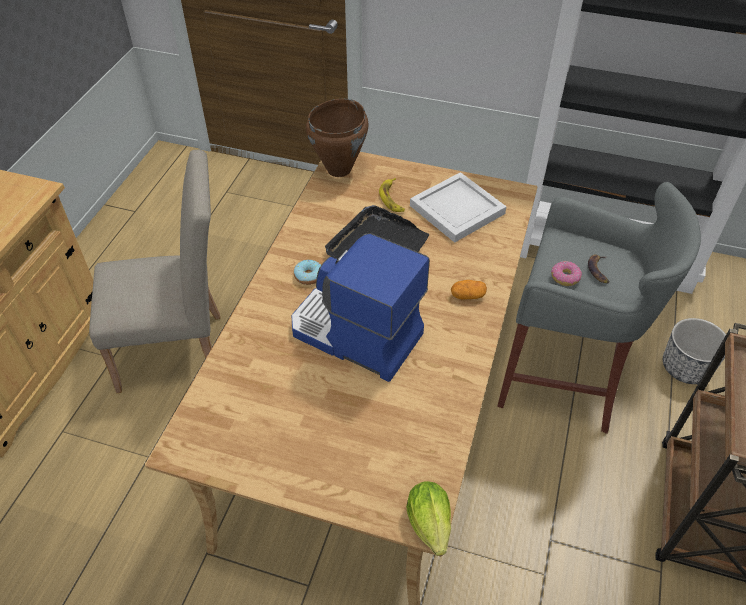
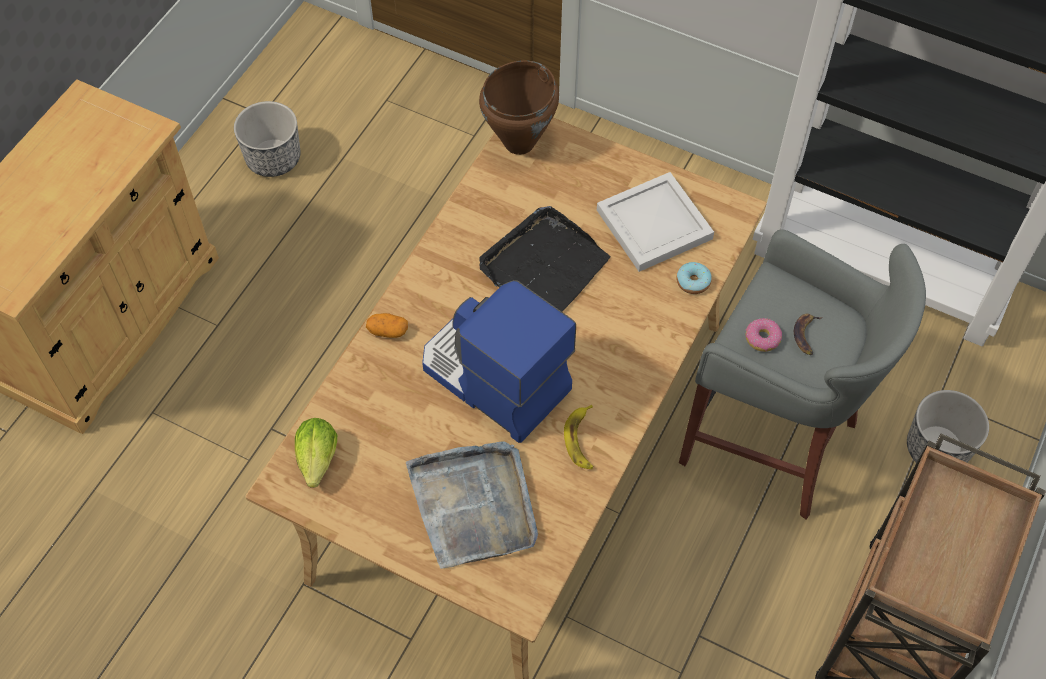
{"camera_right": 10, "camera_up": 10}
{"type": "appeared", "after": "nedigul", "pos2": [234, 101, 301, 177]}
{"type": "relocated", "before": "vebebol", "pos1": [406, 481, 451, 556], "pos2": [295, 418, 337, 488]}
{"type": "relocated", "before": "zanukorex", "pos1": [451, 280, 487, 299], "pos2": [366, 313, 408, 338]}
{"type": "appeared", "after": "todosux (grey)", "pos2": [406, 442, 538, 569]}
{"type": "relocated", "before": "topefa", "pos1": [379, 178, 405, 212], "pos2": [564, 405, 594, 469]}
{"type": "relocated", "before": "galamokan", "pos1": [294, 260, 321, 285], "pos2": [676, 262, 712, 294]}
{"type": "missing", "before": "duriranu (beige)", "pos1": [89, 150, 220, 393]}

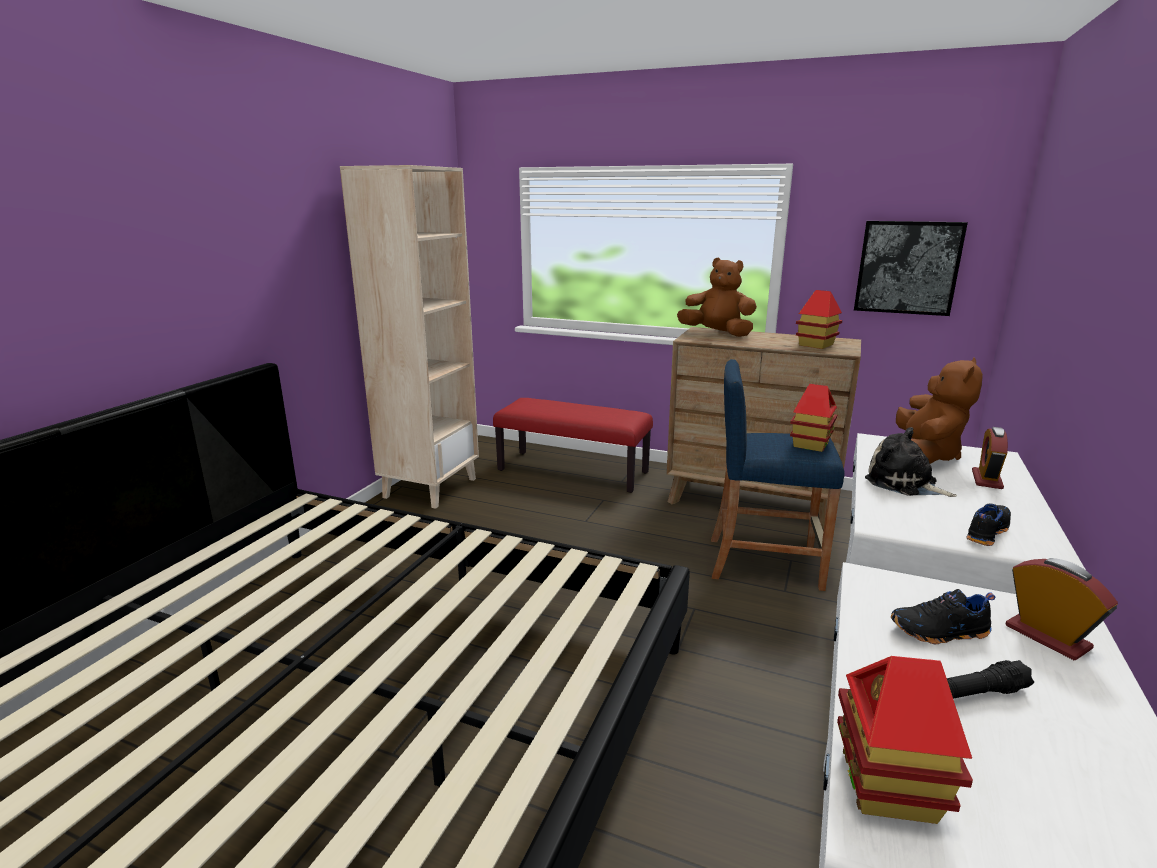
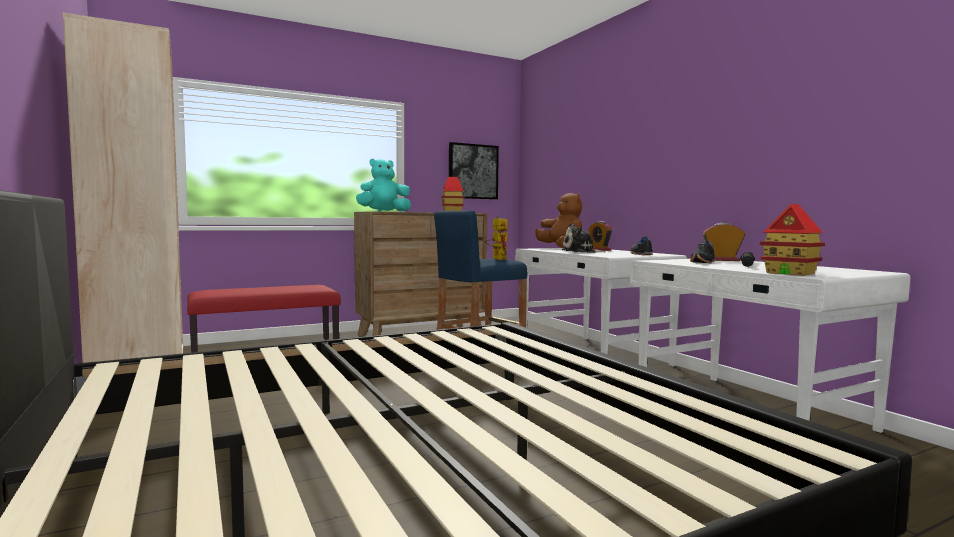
{"camera_right": -50, "camera_up": -15}
{"type": "colour", "before": "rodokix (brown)", "after": "rodokix (turquoise)", "pos1": [677, 258, 757, 337], "pos2": [356, 159, 411, 212]}
{"type": "exchanged", "before": "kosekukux", "after": "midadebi", "pos1": [790, 384, 837, 452], "pos2": [485, 216, 508, 260]}

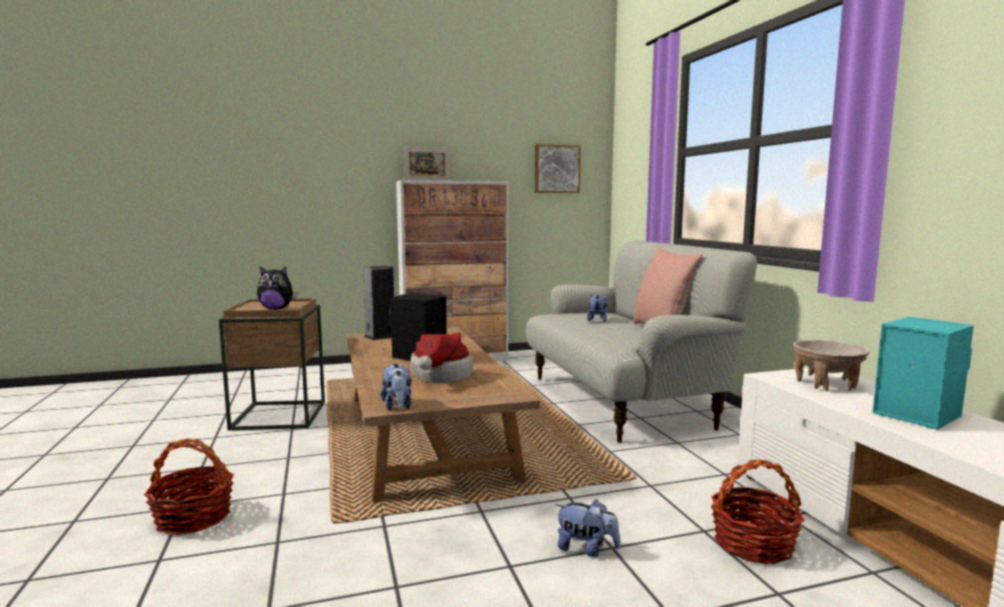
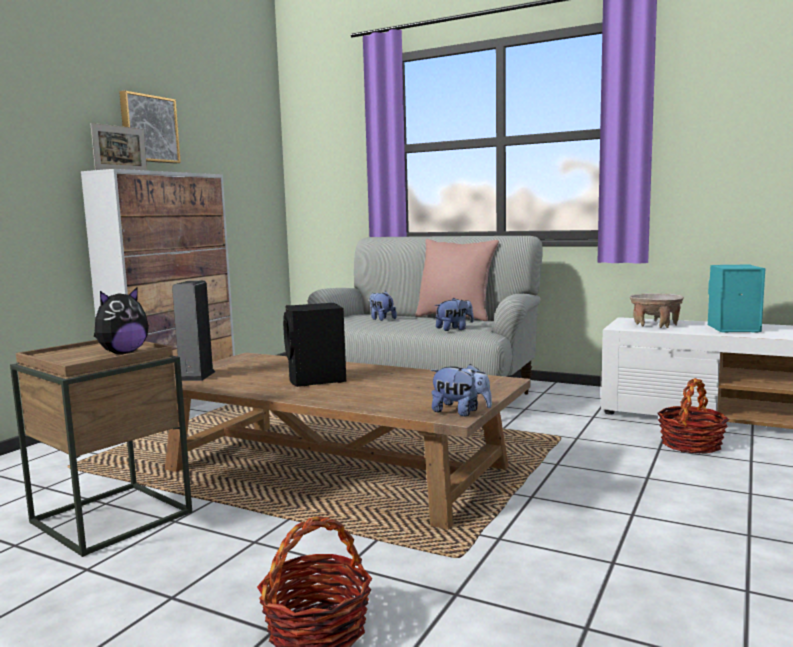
{"camera_right": -45, "camera_up": 0}
{"type": "relocated", "before": "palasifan", "pos1": [535, 144, 581, 193], "pos2": [119, 91, 181, 163]}
{"type": "relocated", "before": "rodokix", "pos1": [556, 499, 620, 557], "pos2": [435, 298, 474, 331]}
{"type": "missing", "before": "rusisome", "pos1": [411, 333, 473, 383]}

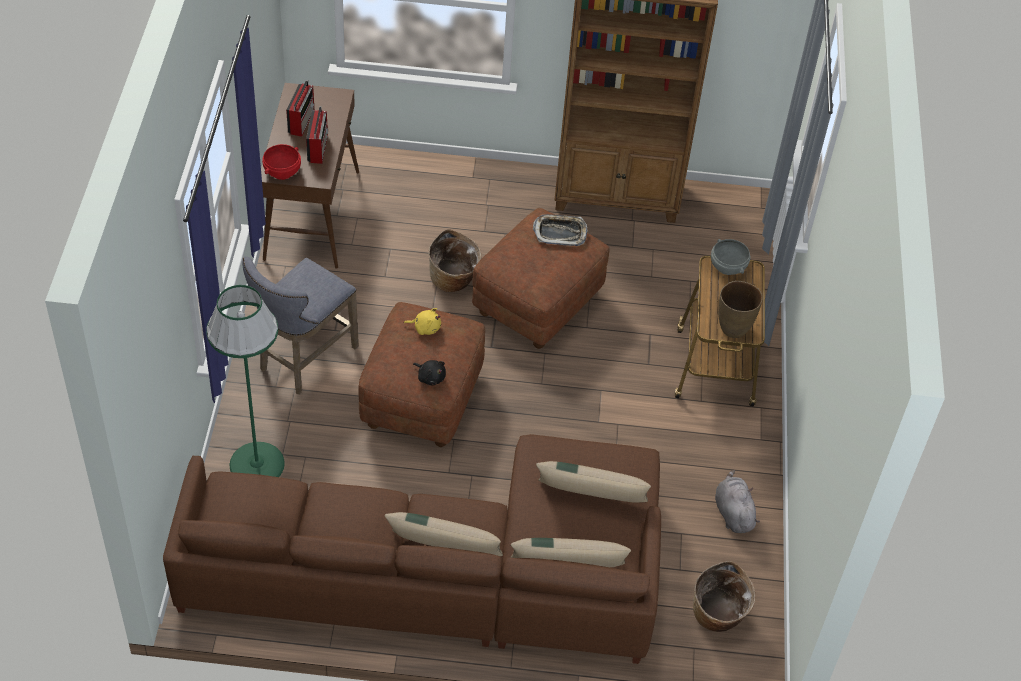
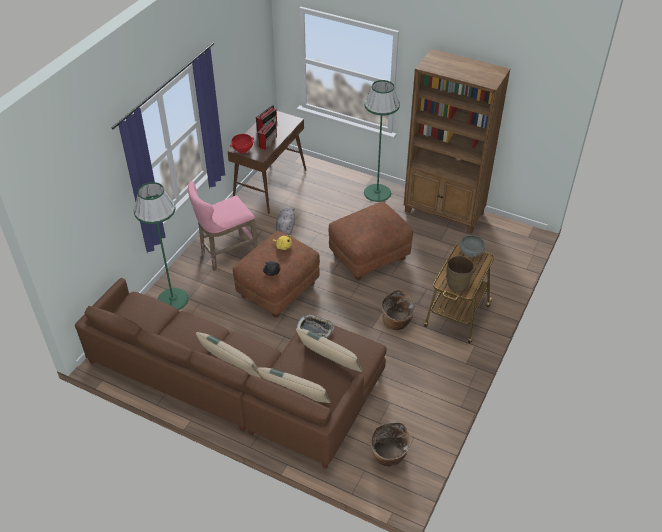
{"camera_right": 25, "camera_up": -5}
{"type": "colour", "before": "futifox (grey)", "after": "futifox (pink)", "pos1": [242, 256, 359, 395], "pos2": [188, 181, 258, 271]}
{"type": "relocated", "before": "rodokix (grey)", "pos1": [715, 470, 760, 533], "pos2": [276, 208, 295, 235]}
{"type": "relocated", "before": "todosux", "pos1": [533, 214, 588, 246], "pos2": [297, 314, 334, 339]}
{"type": "appeared", "after": "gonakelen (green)", "pos2": [364, 80, 400, 202]}
{"type": "relocated", "before": "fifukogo", "pos1": [428, 229, 481, 292], "pos2": [382, 289, 416, 330]}

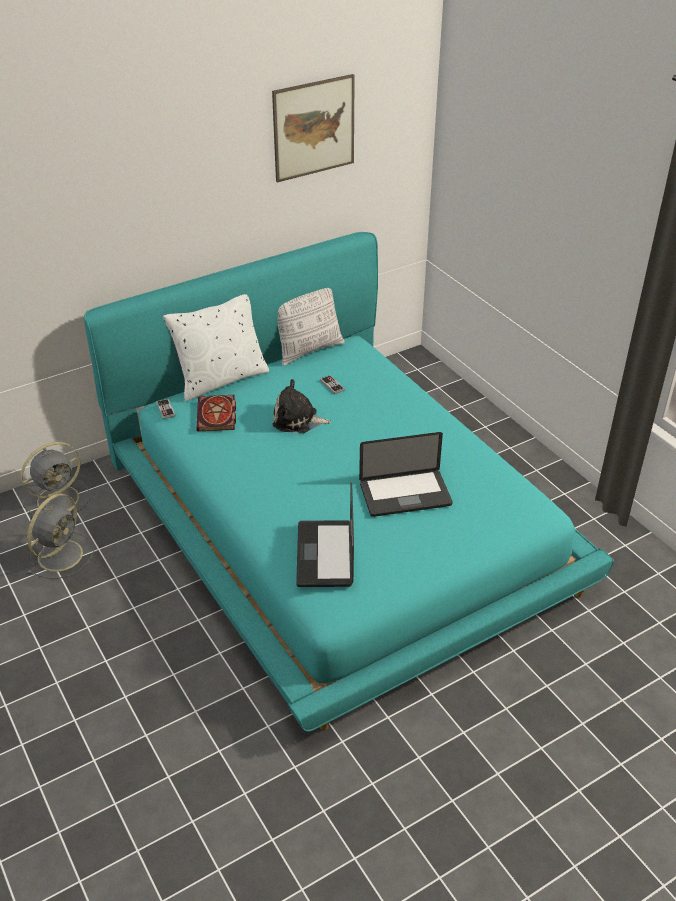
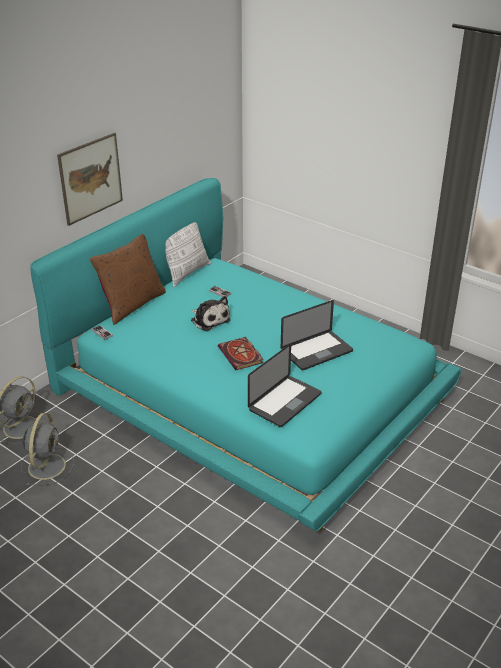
{"camera_right": -20, "camera_up": -5}
{"type": "relocated", "before": "palasifan", "pos1": [272, 74, 355, 183], "pos2": [57, 133, 123, 226]}
{"type": "colour", "before": "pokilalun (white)", "after": "pokilalun (brown)", "pos1": [163, 294, 269, 402], "pos2": [90, 234, 166, 325]}
{"type": "spun", "before": "rodokix", "pos1": [273, 379, 332, 433], "pos2": [191, 296, 231, 332], "turn": -120}
{"type": "relocated", "before": "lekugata", "pos1": [197, 395, 236, 431], "pos2": [218, 337, 264, 370]}
{"type": "spun", "before": "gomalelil", "pos1": [296, 483, 354, 587], "pos2": [248, 344, 321, 427], "turn": -120}

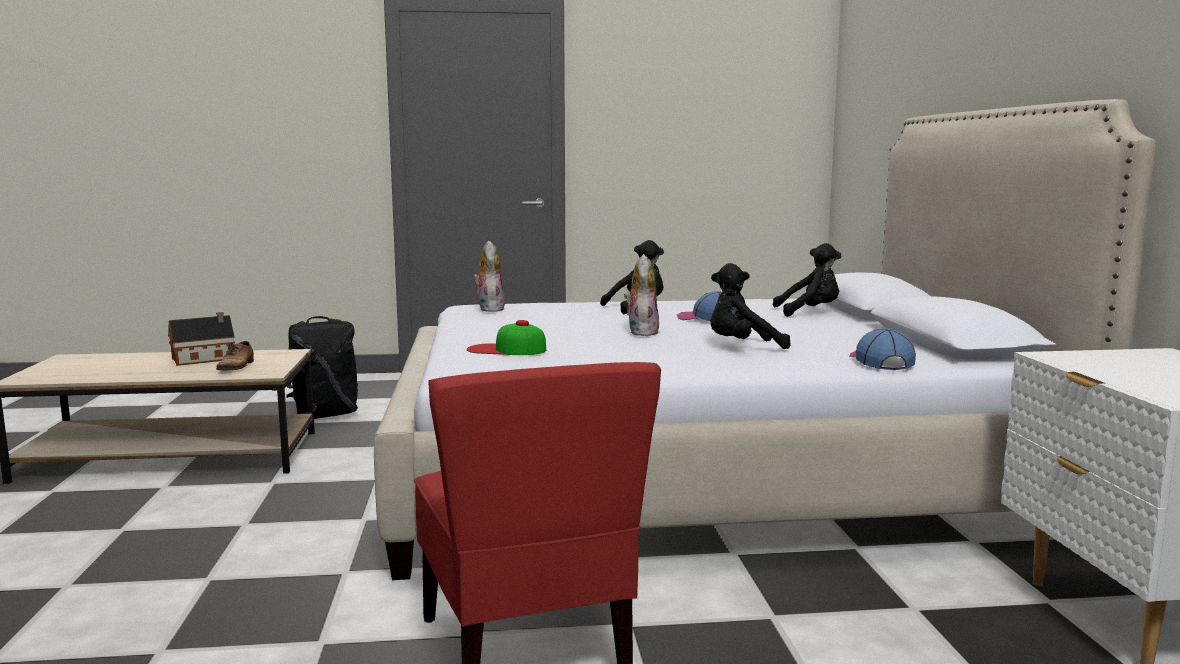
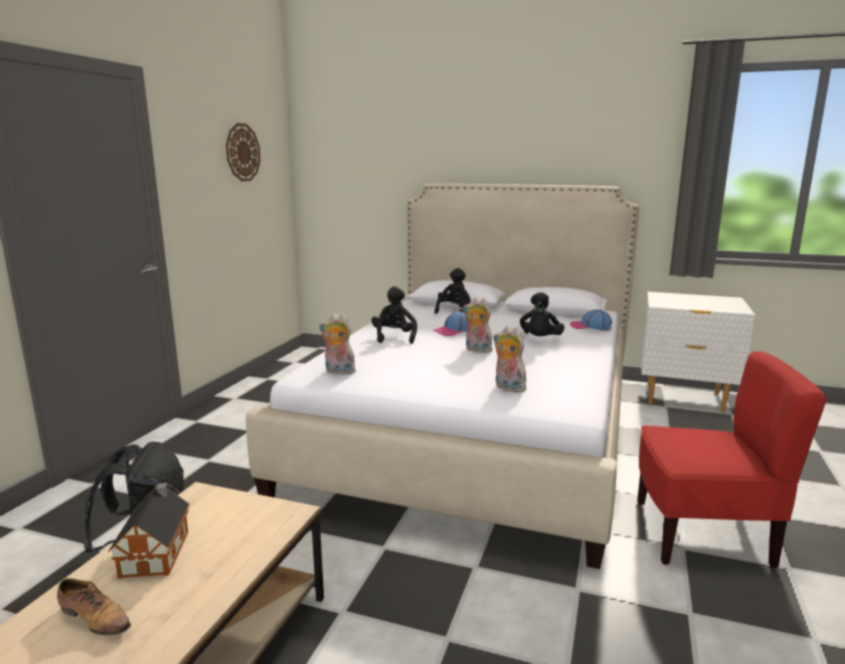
{"camera_right": -65, "camera_up": 5}
{"type": "relocated", "before": "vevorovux", "pos1": [216, 341, 254, 370], "pos2": [57, 578, 131, 636]}
{"type": "appeared", "after": "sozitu", "pos2": [226, 123, 261, 181]}
{"type": "exchanged", "before": "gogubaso", "after": "rodokix", "pos1": [467, 320, 546, 355], "pos2": [493, 325, 528, 392]}

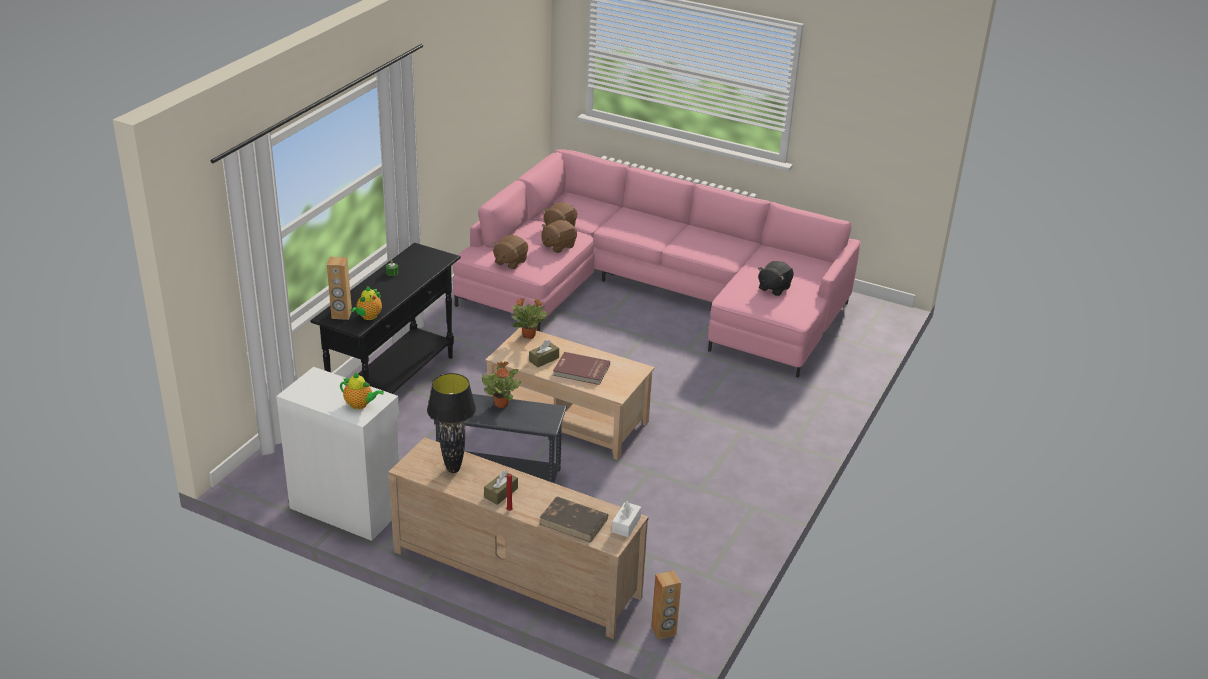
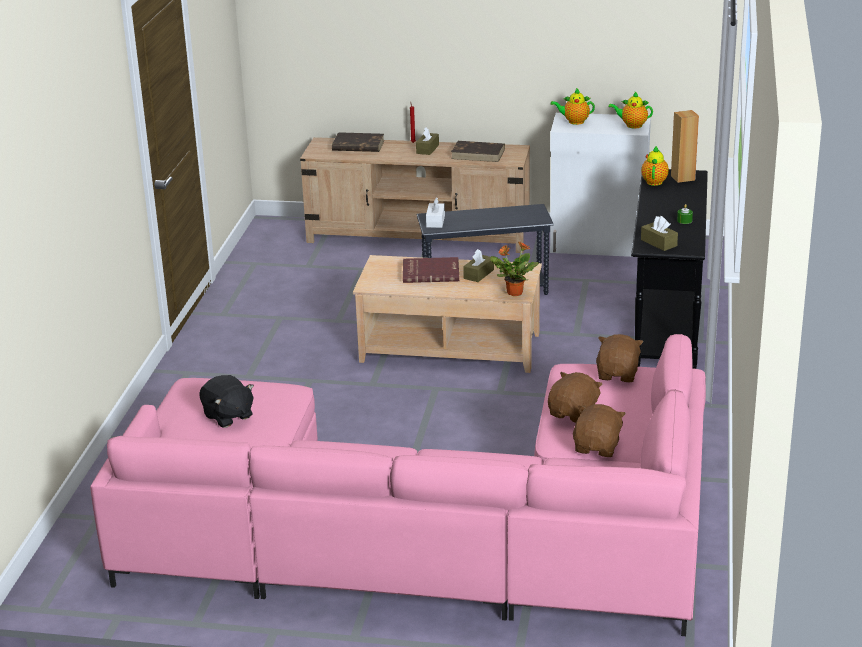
{"camera_right": 165, "camera_up": -5}
{"type": "spun", "before": "rodokix (black)", "pos1": [758, 261, 794, 296], "pos2": [199, 375, 254, 428], "turn": 120}
{"type": "relocated", "before": "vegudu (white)", "pos1": [612, 501, 641, 537], "pos2": [426, 197, 445, 228]}
{"type": "exchanged", "before": "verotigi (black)", "after": "lekugata (brown)", "pos1": [427, 373, 476, 473], "pos2": [451, 141, 505, 162]}
{"type": "appeared", "after": "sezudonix", "pos2": [609, 92, 653, 128]}
{"type": "appeared", "after": "vegudu (brown)", "pos2": [641, 216, 678, 251]}
{"type": "missing", "before": "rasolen", "pos1": [482, 362, 521, 408]}
{"type": "missing", "before": "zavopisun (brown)", "pos1": [651, 570, 681, 640]}

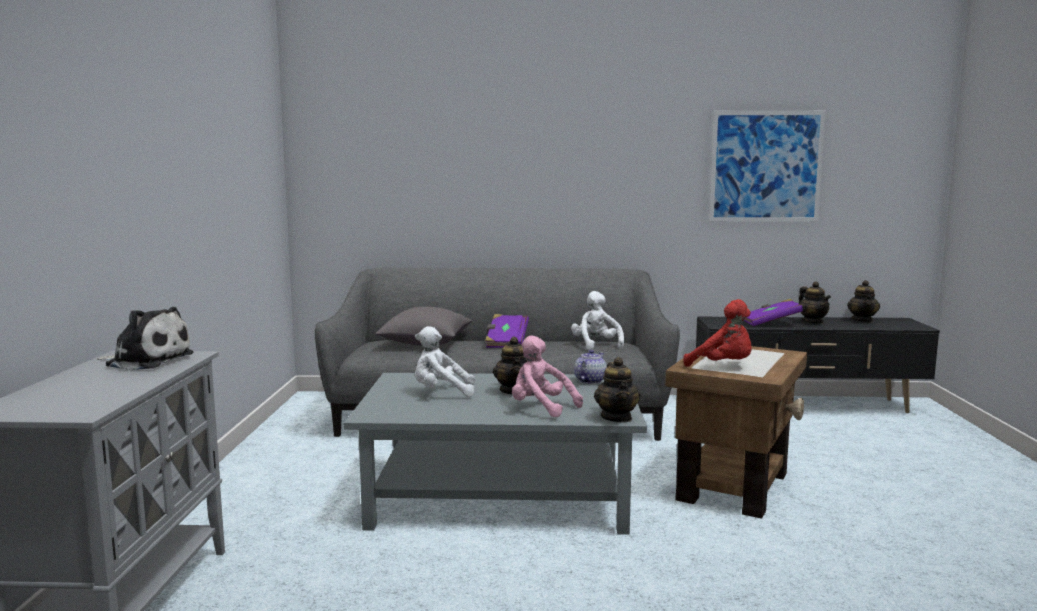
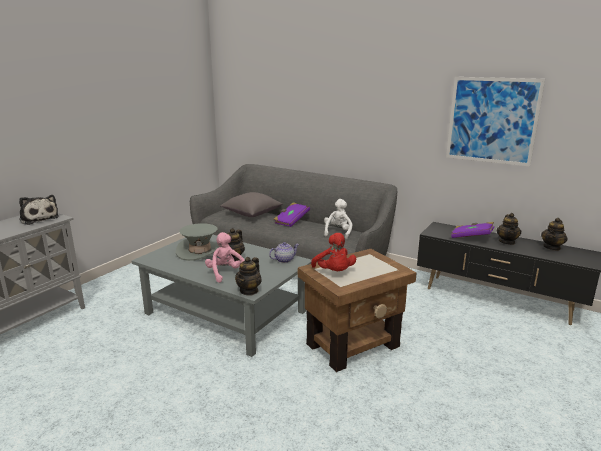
{"camera_right": 30, "camera_up": 10}
{"type": "exchanged", "before": "rodokix (white)", "after": "rusisome (grey)", "pos1": [415, 326, 475, 397], "pos2": [176, 223, 220, 261]}

